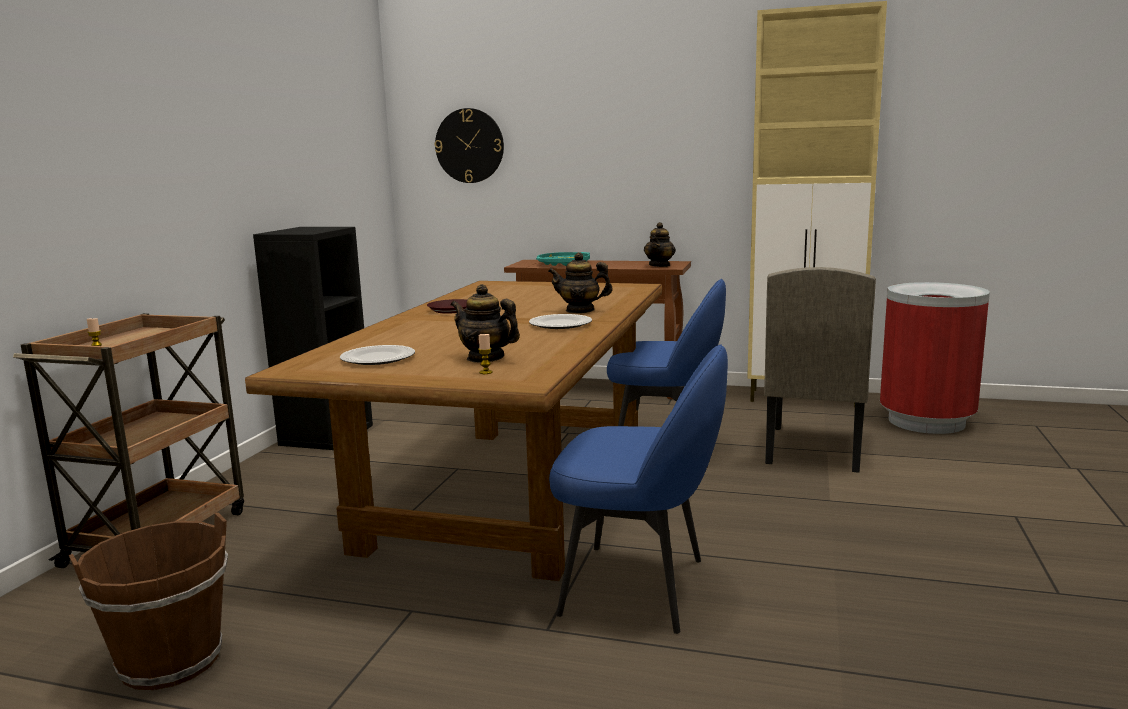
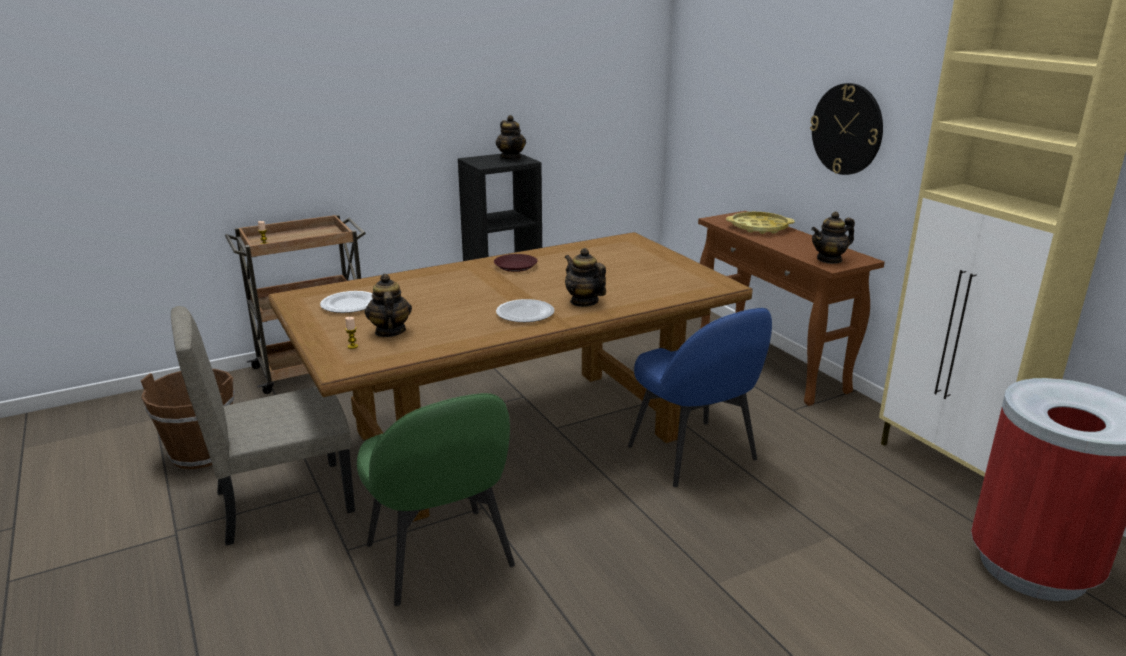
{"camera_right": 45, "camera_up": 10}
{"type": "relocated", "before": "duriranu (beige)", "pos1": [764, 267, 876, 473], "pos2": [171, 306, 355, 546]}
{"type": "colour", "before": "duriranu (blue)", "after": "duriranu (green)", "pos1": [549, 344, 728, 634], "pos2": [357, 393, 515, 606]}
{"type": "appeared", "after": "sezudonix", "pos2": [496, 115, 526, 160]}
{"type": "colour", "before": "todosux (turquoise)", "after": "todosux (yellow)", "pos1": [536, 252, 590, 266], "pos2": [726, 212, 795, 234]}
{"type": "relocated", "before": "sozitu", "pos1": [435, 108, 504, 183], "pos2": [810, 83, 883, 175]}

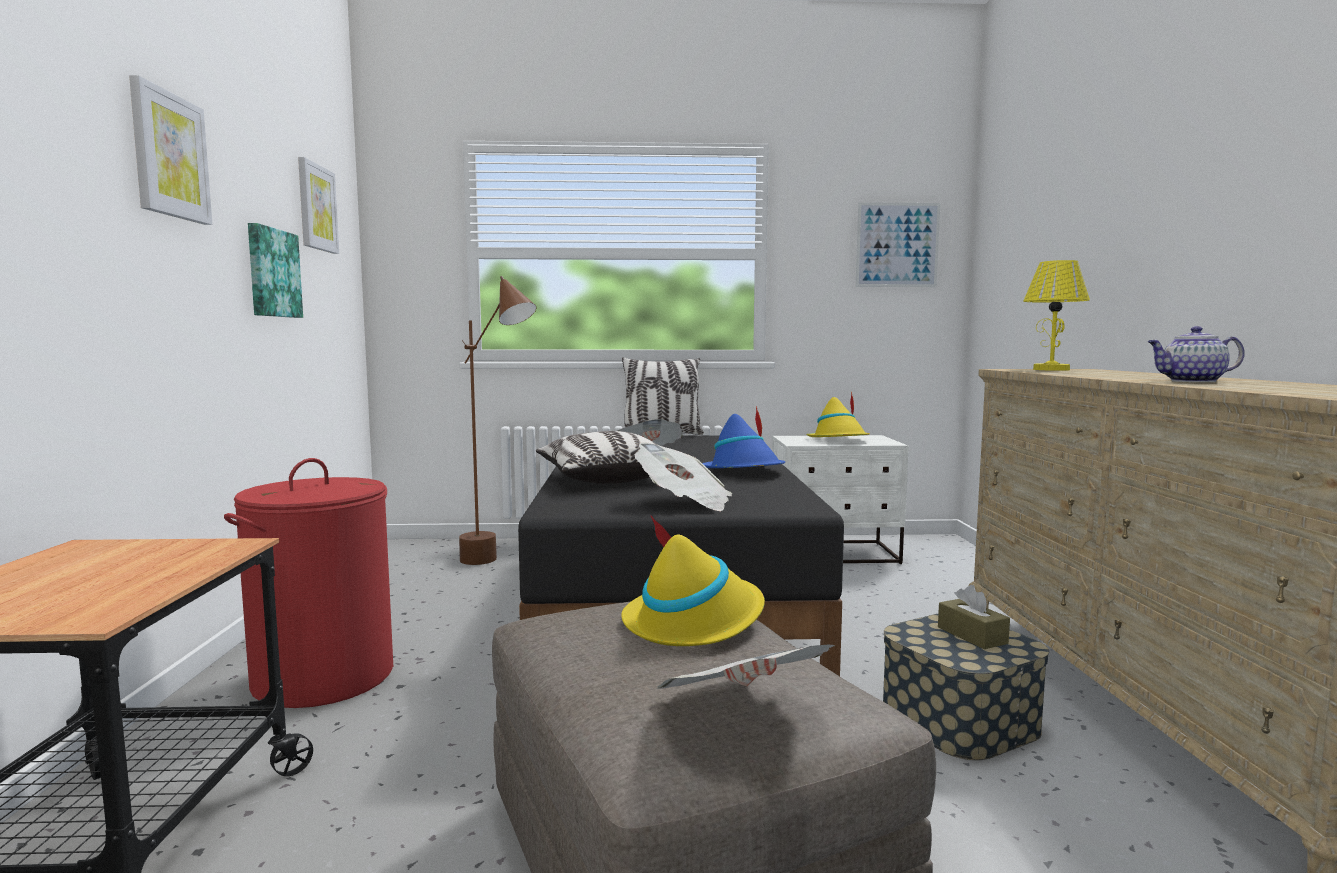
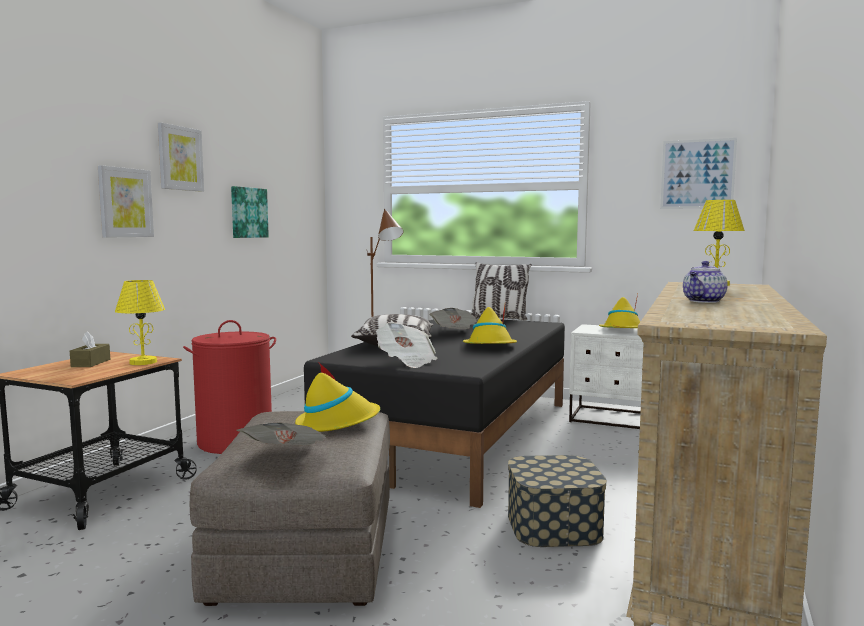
{"camera_right": 25, "camera_up": 0}
{"type": "relocated", "before": "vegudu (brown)", "pos1": [938, 585, 1010, 649], "pos2": [70, 331, 110, 367]}
{"type": "relocated", "before": "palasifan", "pos1": [298, 157, 339, 254], "pos2": [98, 165, 154, 238]}
{"type": "appeared", "after": "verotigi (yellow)", "pos2": [115, 280, 165, 365]}
{"type": "colour", "before": "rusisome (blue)", "after": "rusisome (yellow)", "pos1": [702, 406, 785, 468], "pos2": [463, 306, 517, 344]}
{"type": "spun", "before": "sezudonix", "pos1": [1147, 326, 1245, 382], "pos2": [683, 261, 728, 303], "turn": -75}

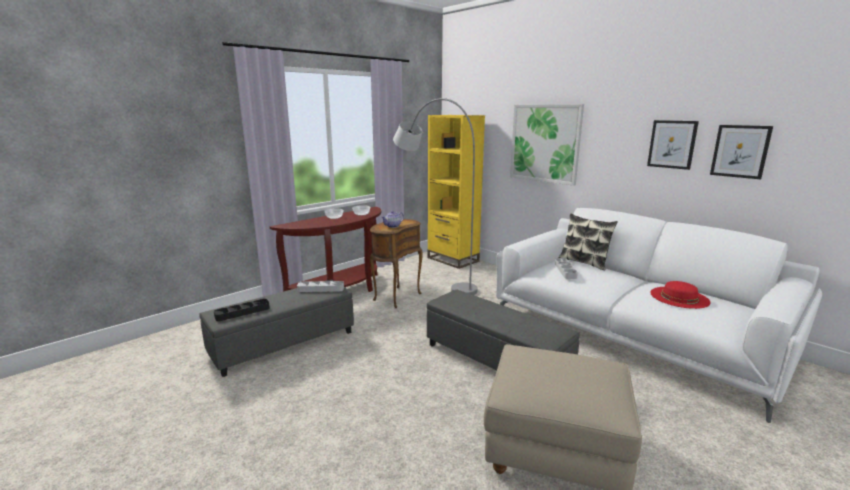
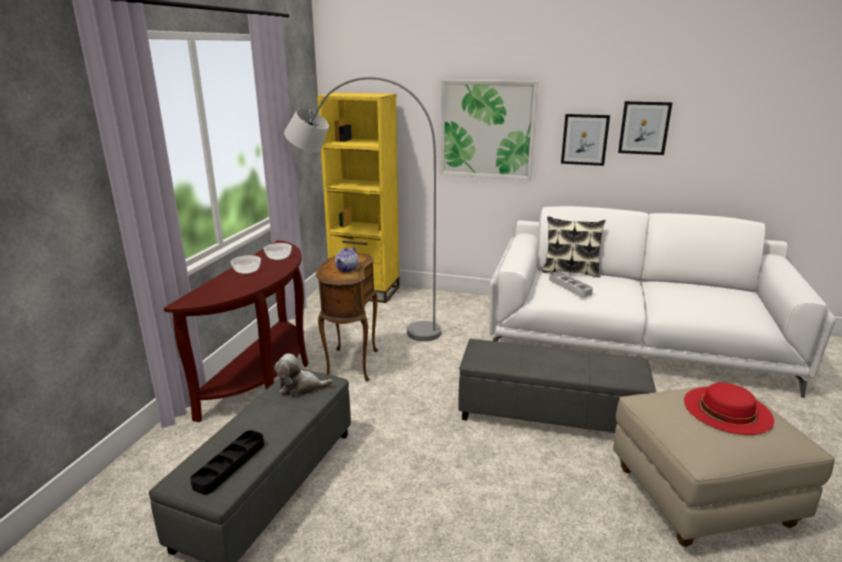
{"camera_right": -30, "camera_up": 5}
{"type": "exchanged", "before": "todosux (grey)", "after": "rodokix", "pos1": [297, 281, 344, 292], "pos2": [274, 353, 333, 397]}
{"type": "relocated", "before": "palasifan", "pos1": [710, 125, 773, 179], "pos2": [561, 114, 610, 166]}
{"type": "relocated", "before": "rusisome (red)", "pos1": [650, 281, 711, 309], "pos2": [684, 383, 774, 435]}

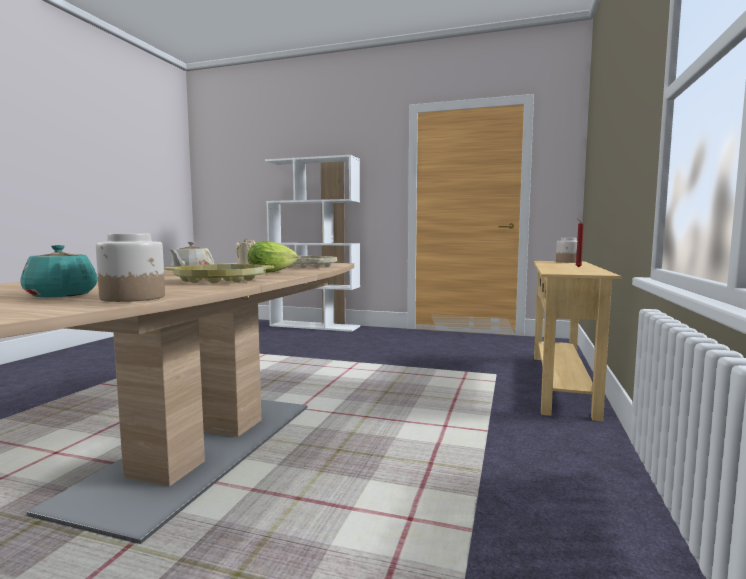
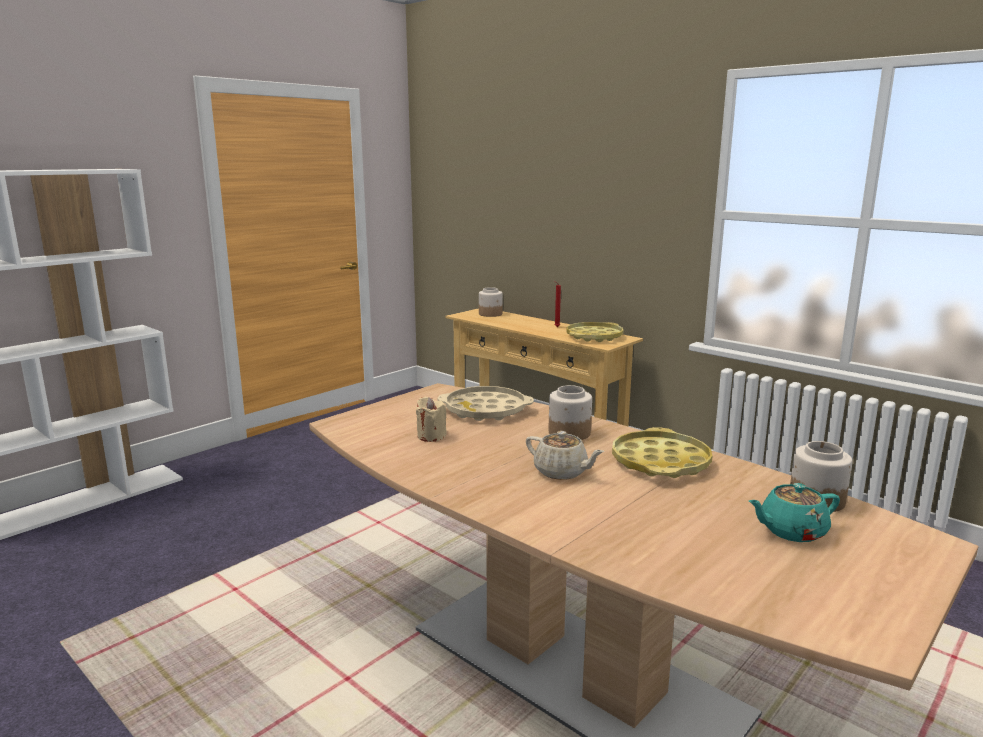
{"camera_right": -65, "camera_up": 10}
{"type": "exchanged", "before": "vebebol", "after": "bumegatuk", "pos1": [248, 241, 298, 273], "pos2": [549, 385, 592, 440]}
{"type": "appeared", "after": "todosux (yellow)", "pos2": [567, 322, 623, 342]}

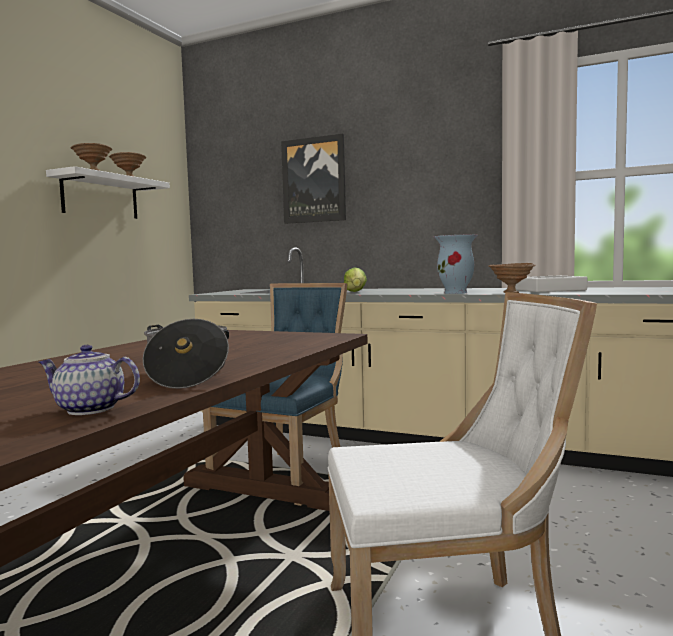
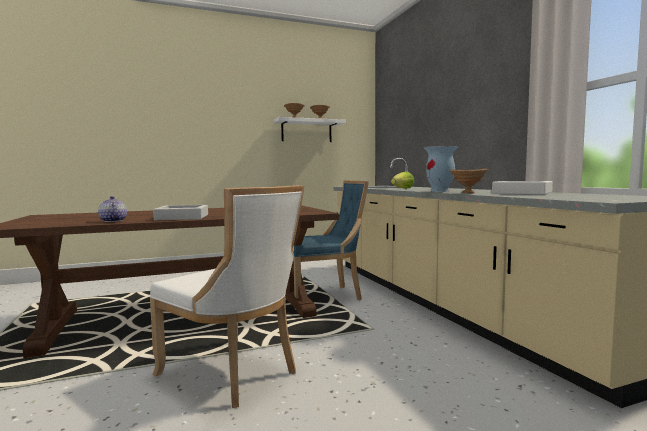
{"camera_right": 45, "camera_up": 0}
{"type": "exchanged", "before": "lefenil", "after": "todosux (grey)", "pos1": [143, 319, 229, 389], "pos2": [153, 205, 208, 220]}
{"type": "missing", "before": "palasifan", "pos1": [281, 134, 346, 224]}

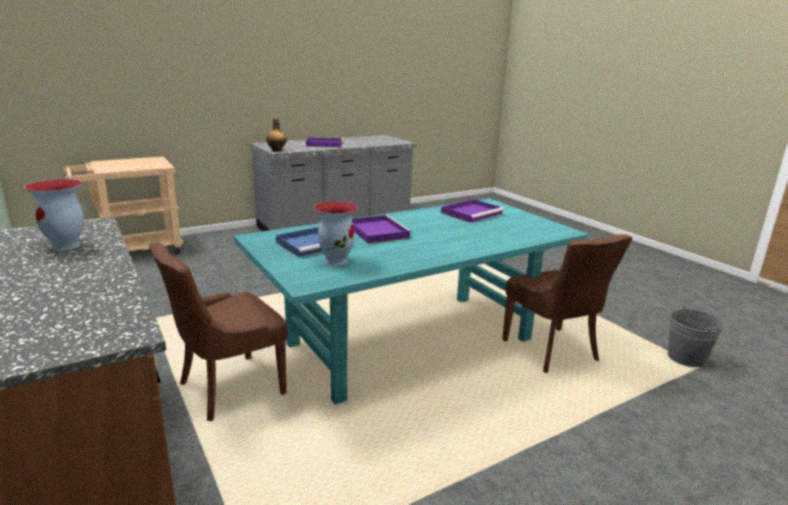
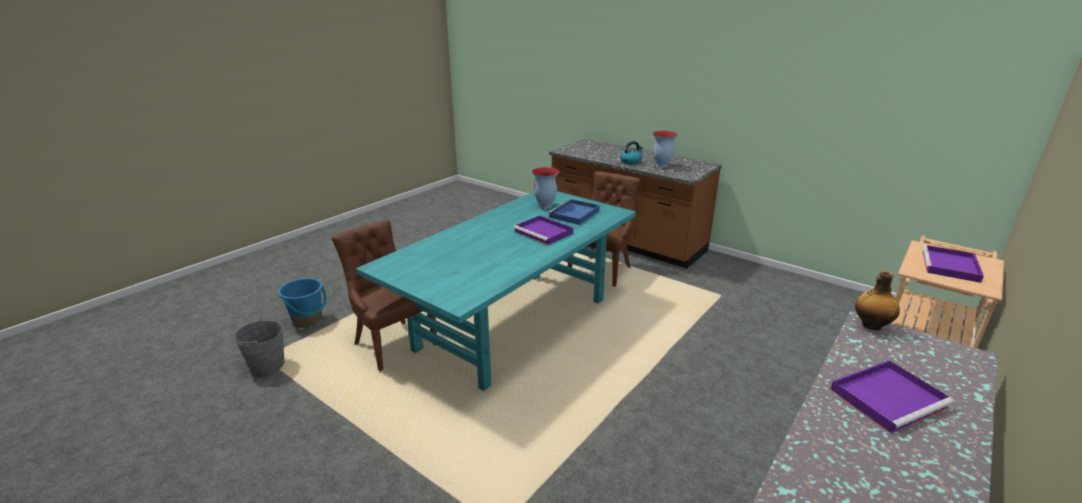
{"camera_right": 160, "camera_up": 5}
{"type": "appeared", "after": "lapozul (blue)", "pos2": [278, 278, 327, 328]}
{"type": "appeared", "after": "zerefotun", "pos2": [620, 141, 643, 165]}
{"type": "relocated", "before": "todosux (purple)", "pos1": [441, 199, 504, 223], "pos2": [922, 245, 984, 283]}

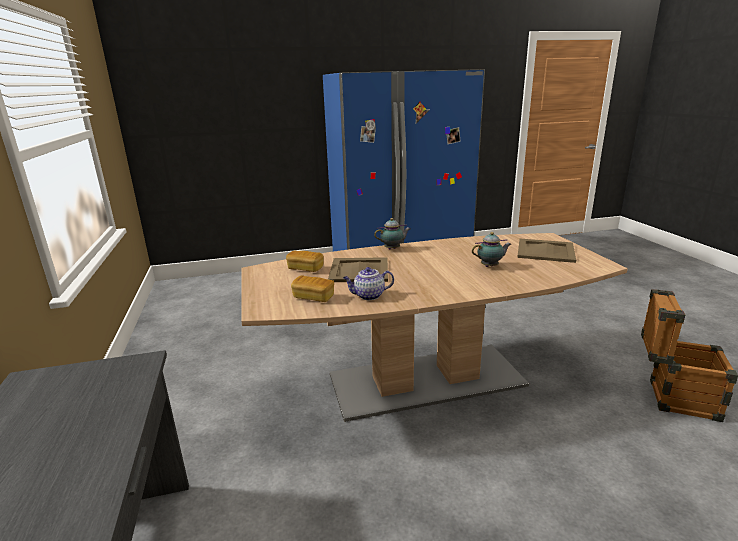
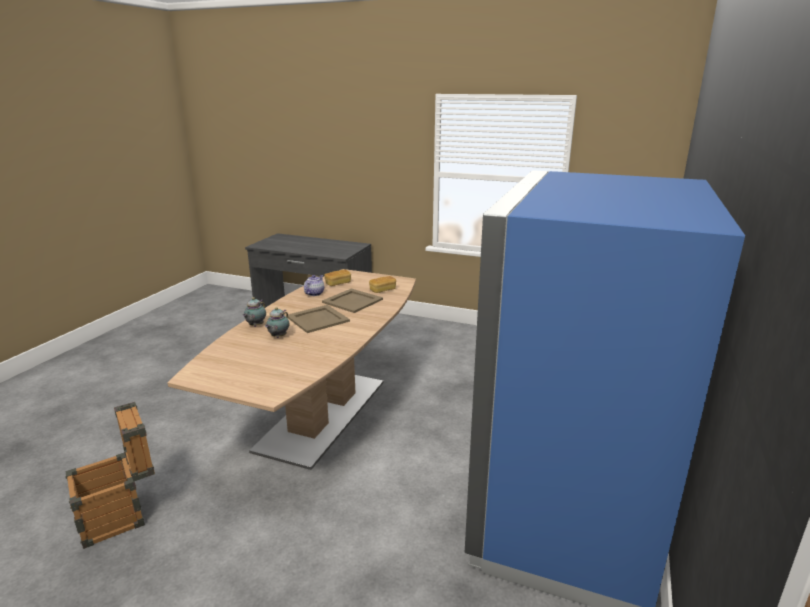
{"camera_right": 125, "camera_up": 0}
{"type": "relocated", "before": "sezudonix", "pos1": [374, 218, 411, 250], "pos2": [243, 297, 266, 327]}
{"type": "relocated", "before": "todosux (beige)", "pos1": [517, 239, 576, 263], "pos2": [286, 305, 350, 333]}

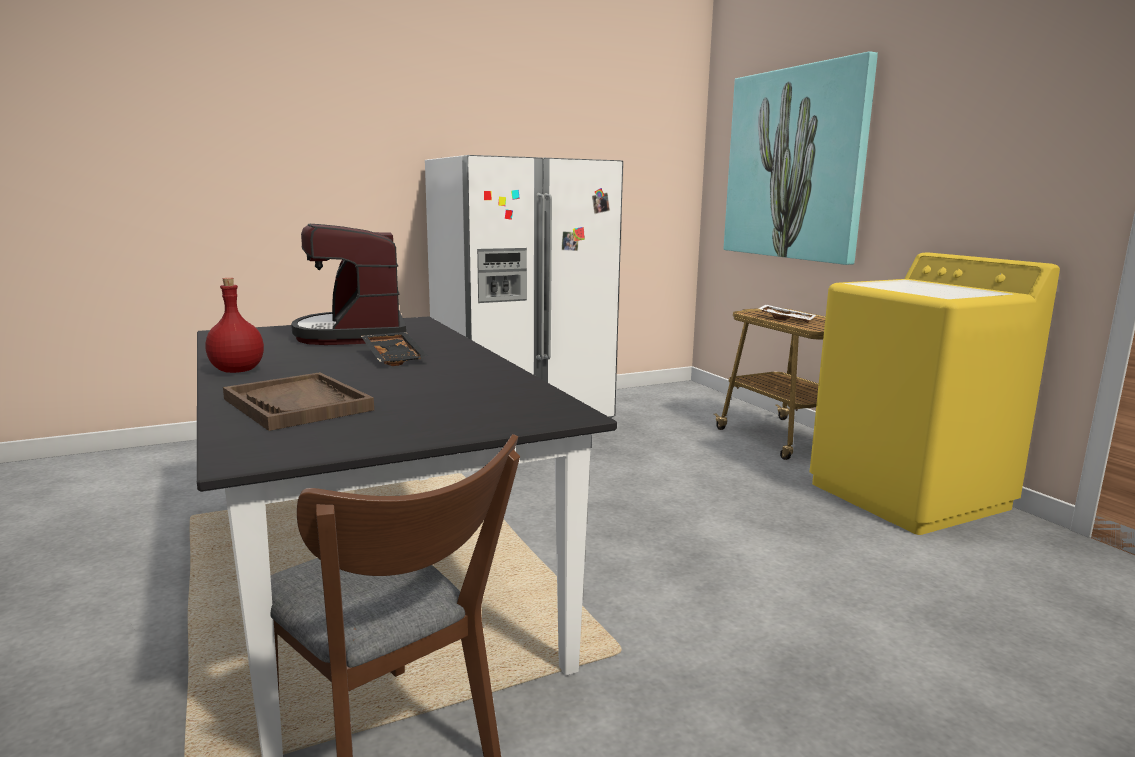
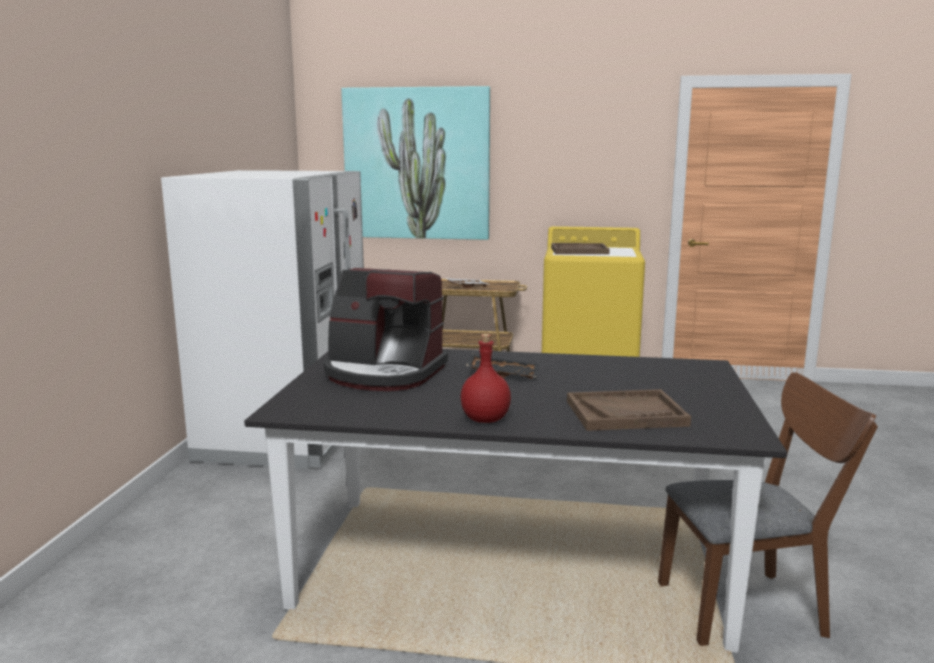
{"camera_right": -55, "camera_up": 0}
{"type": "appeared", "after": "todosux (brown)", "pos2": [551, 243, 610, 254]}

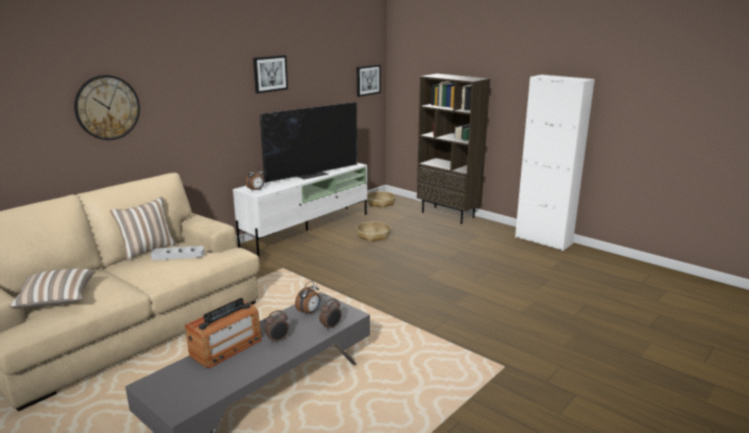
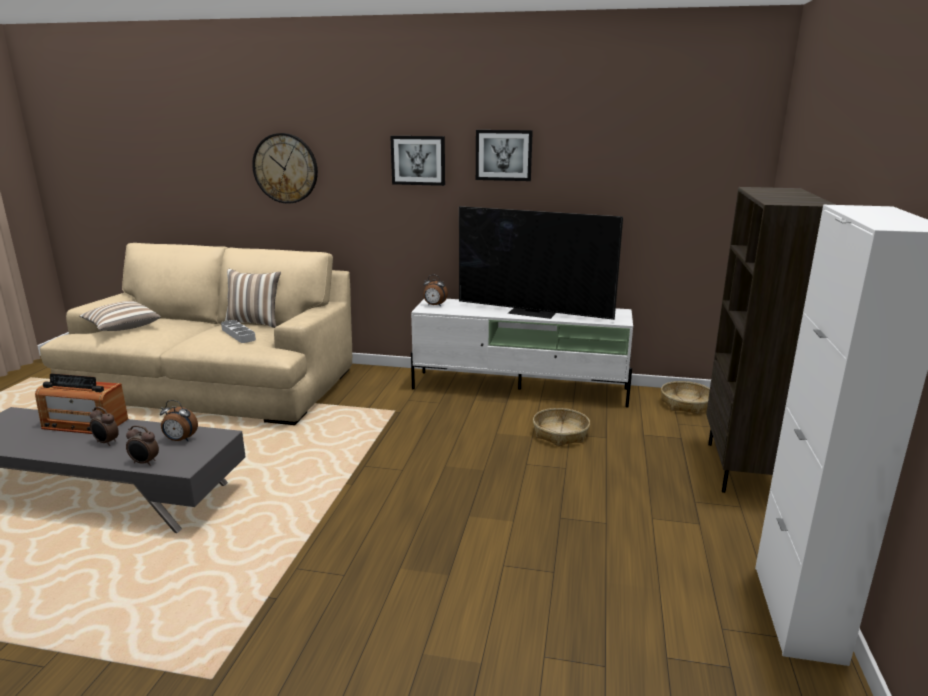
{"camera_right": 60, "camera_up": 0}
{"type": "relocated", "before": "palasifan", "pos1": [357, 64, 381, 97], "pos2": [390, 136, 445, 186]}

